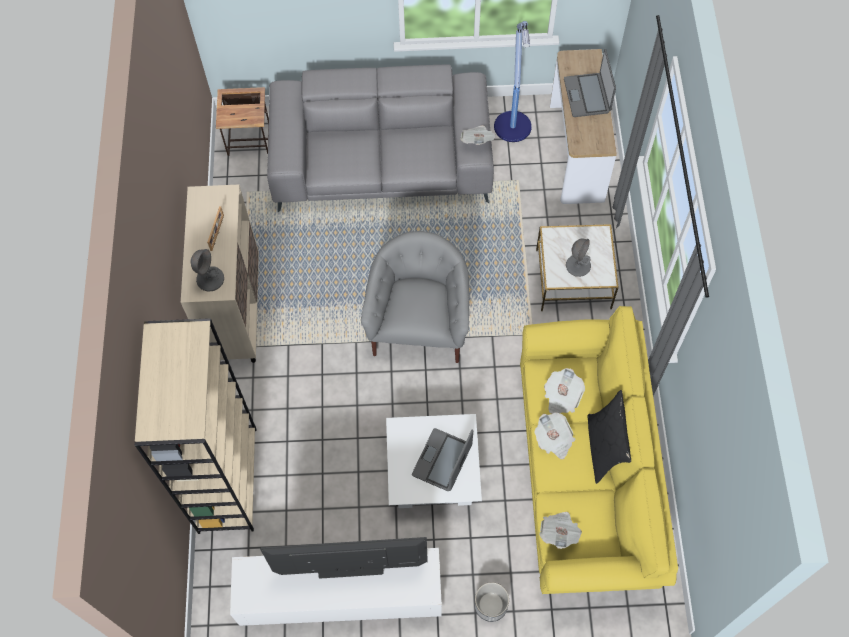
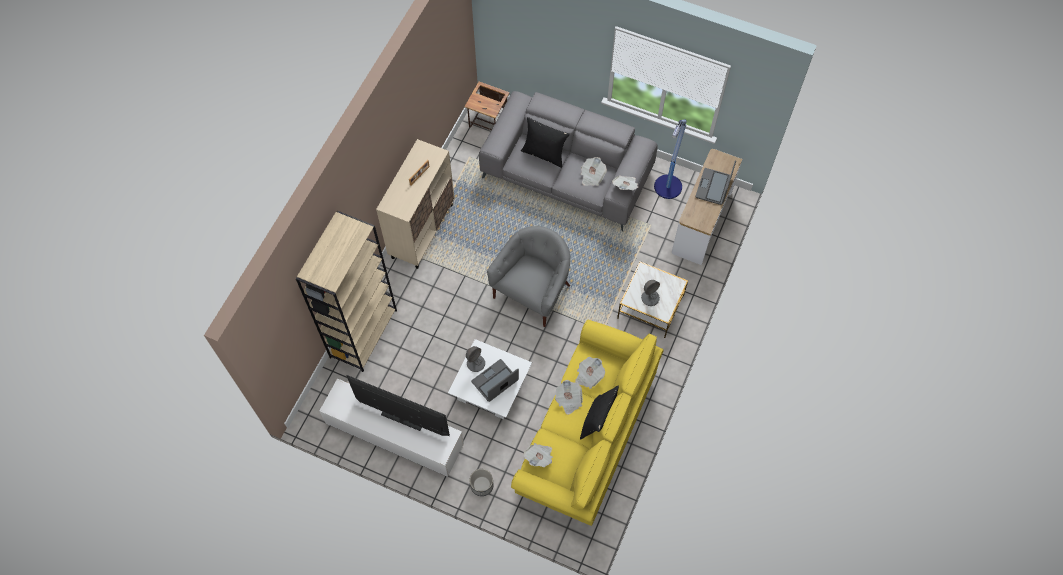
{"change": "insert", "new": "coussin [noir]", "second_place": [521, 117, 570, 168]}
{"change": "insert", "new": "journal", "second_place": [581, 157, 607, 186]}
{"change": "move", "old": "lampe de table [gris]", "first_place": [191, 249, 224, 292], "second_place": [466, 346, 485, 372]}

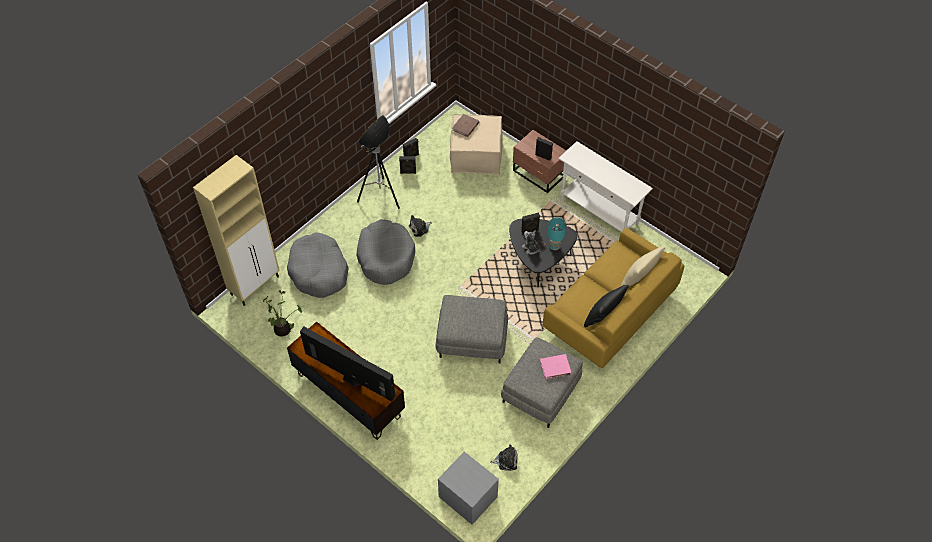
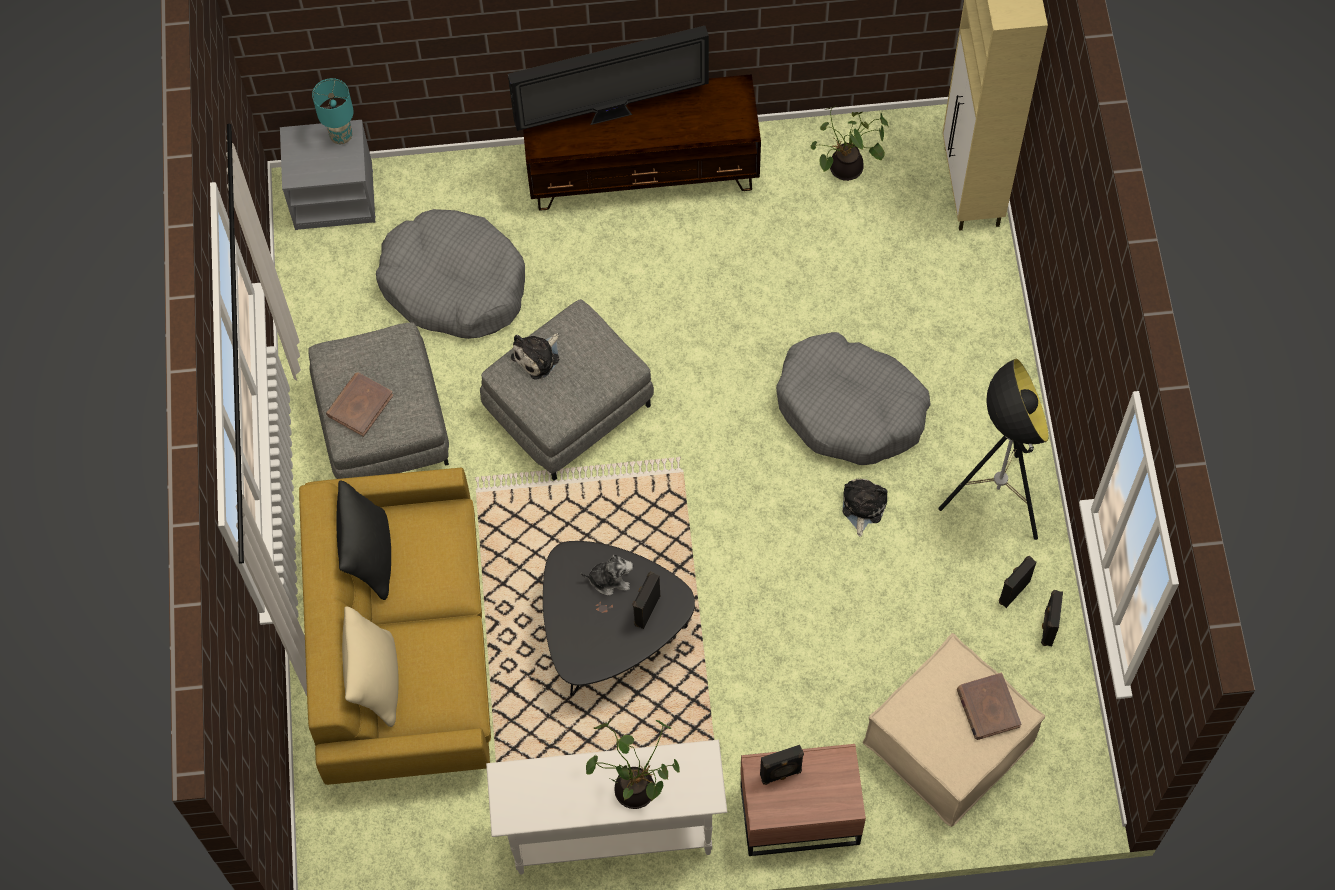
{"change": "insert", "new": "plante en pot", "second_place": [586, 719, 680, 809]}
{"change": "move", "old": "panier pour chien [gris]", "first_place": [287, 232, 349, 298], "second_place": [376, 209, 525, 339]}
{"change": "move", "old": "peluche", "first_place": [490, 445, 518, 471], "second_place": [511, 333, 559, 380]}
{"change": "move", "old": "lampe de table [turquoise]", "first_place": [548, 218, 566, 250], "second_place": [312, 78, 354, 144]}
{"change": "recolor", "old": "livre [rose]", "new": "livre [marron]", "first_place": [540, 354, 571, 379], "second_place": [326, 373, 393, 437]}

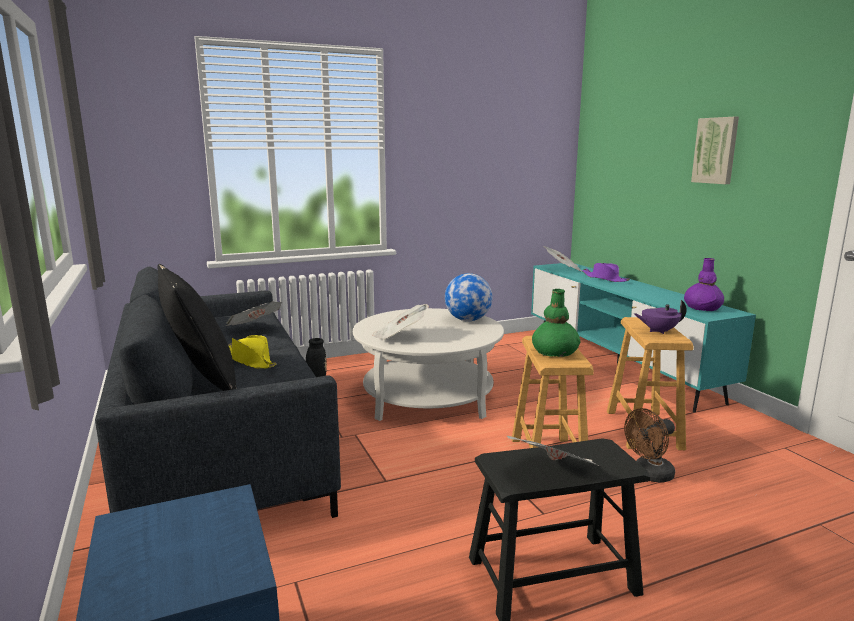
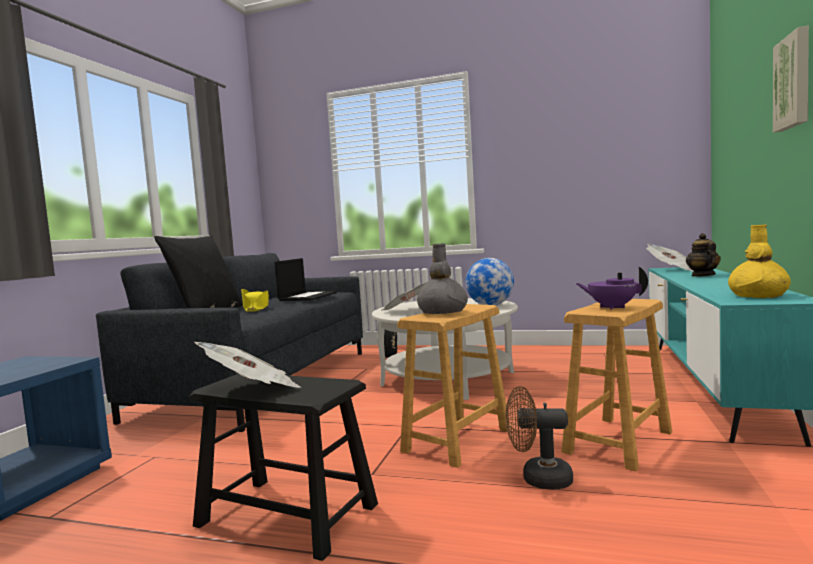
{"change": "replace", "old": "journal", "new": "ordinateur portable", "first_place": [226, 302, 282, 326], "second_place": [274, 258, 337, 301]}
{"change": "replace", "old": "chapeau [violet]", "new": "théière", "first_place": [582, 263, 630, 282], "second_place": [686, 233, 721, 277]}
{"change": "recolor", "old": "vase [vert]", "new": "vase [gris]", "first_place": [532, 289, 581, 357], "second_place": [417, 243, 468, 314]}
{"change": "recolor", "old": "vase [violet]", "new": "vase [jaune]", "first_place": [684, 258, 724, 311], "second_place": [728, 224, 791, 298]}

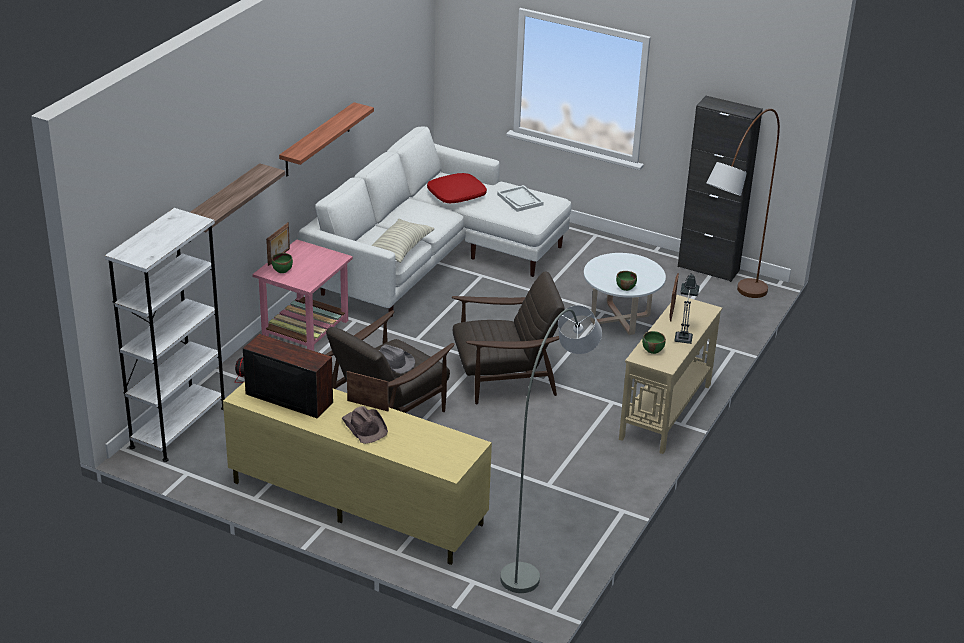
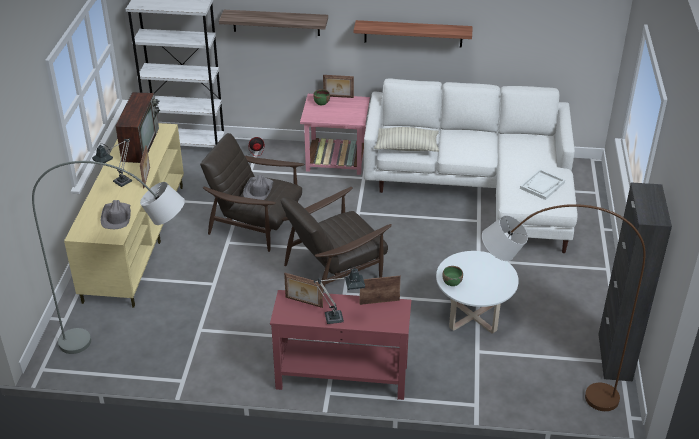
{"change": "delete", "old": "coussin [rouge]", "first_place": [427, 173, 487, 203]}
{"change": "insert", "new": "chapeau [gris]", "second_place": [100, 200, 131, 229]}
{"change": "replace", "old": "chapeau [marron]", "new": "lampe de table", "first_place": [342, 406, 388, 444], "second_place": [92, 138, 132, 187]}
{"change": "replace", "old": "bol [vert]", "new": "cadre photo", "first_place": [642, 331, 666, 354], "second_place": [284, 273, 323, 308]}
{"change": "recolor", "old": "table console [beige]", "new": "table console [rouge]", "first_place": [619, 295, 722, 454], "second_place": [270, 290, 411, 400]}
{"change": "rotate", "old": "fauteuil [marron]", "first_place": [452, 272, 565, 404], "second_place": [281, 187, 392, 292], "degrees": 90}

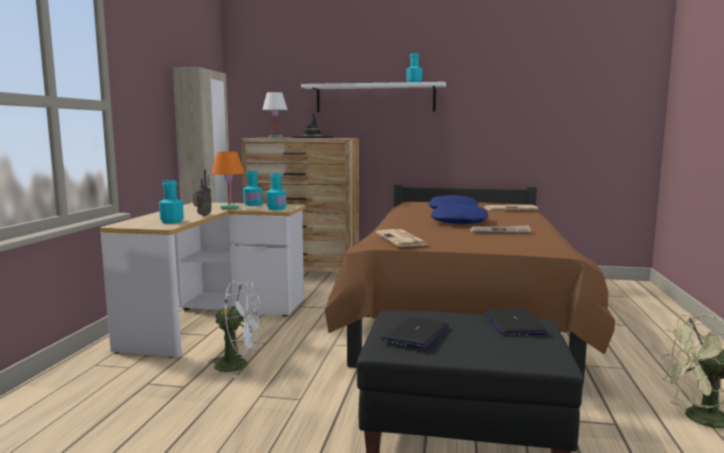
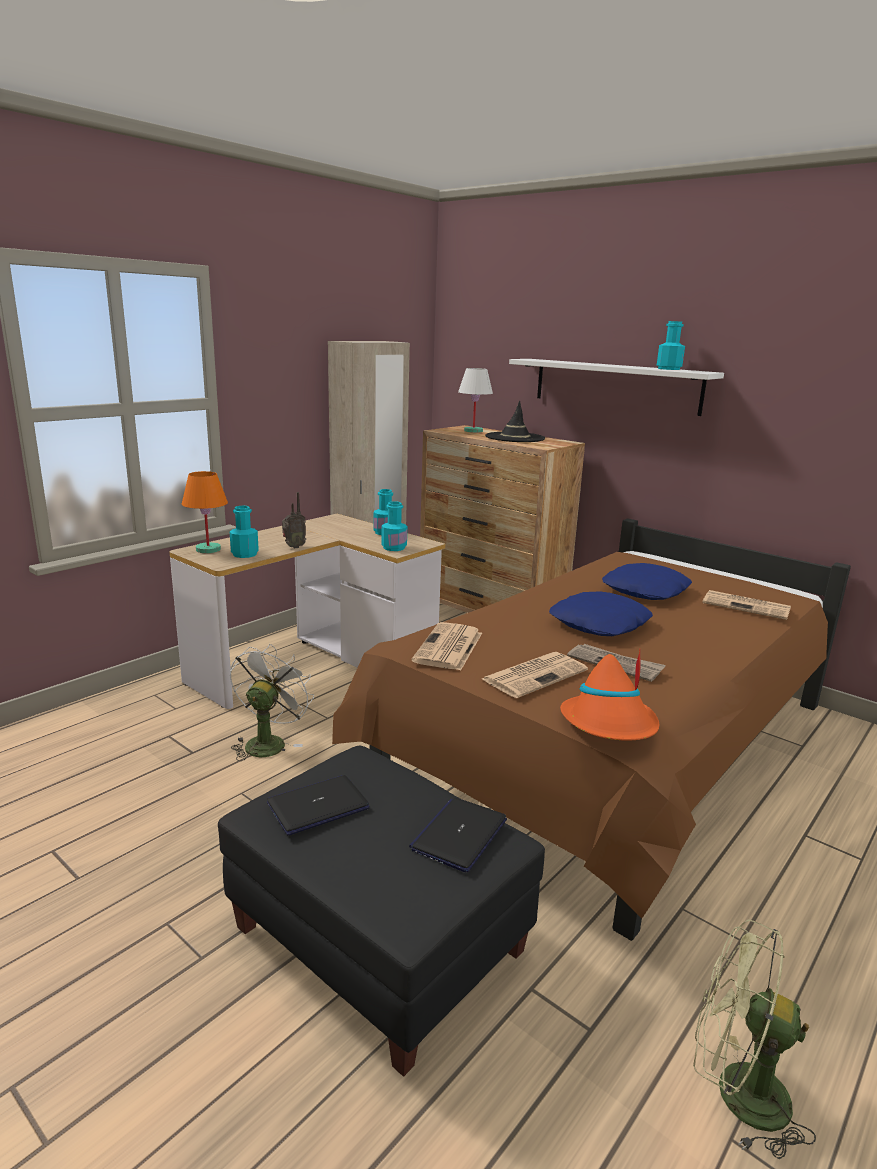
{"change": "insert", "new": "journal", "second_place": [482, 652, 588, 698]}
{"change": "insert", "new": "chapeau [orange]", "second_place": [560, 649, 659, 741]}
{"change": "move", "old": "lampe de table [orange]", "first_place": [212, 152, 244, 210], "second_place": [182, 471, 228, 553]}
{"change": "rotate", "old": "ventilateur [blanc]", "first_place": [208, 280, 264, 378], "second_place": [230, 644, 314, 761], "degrees": -105}

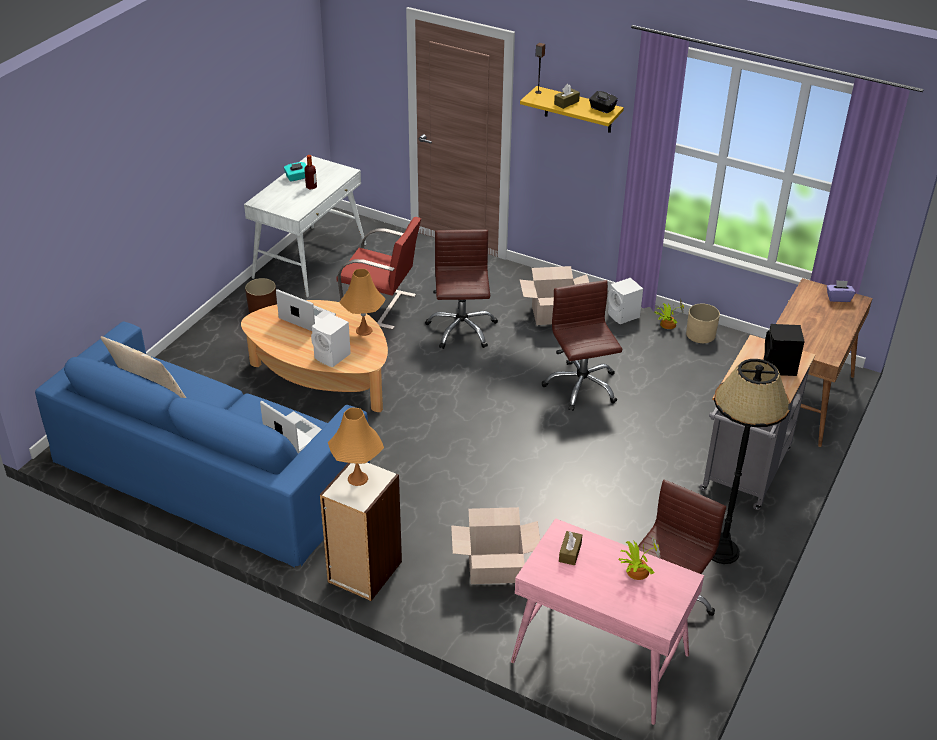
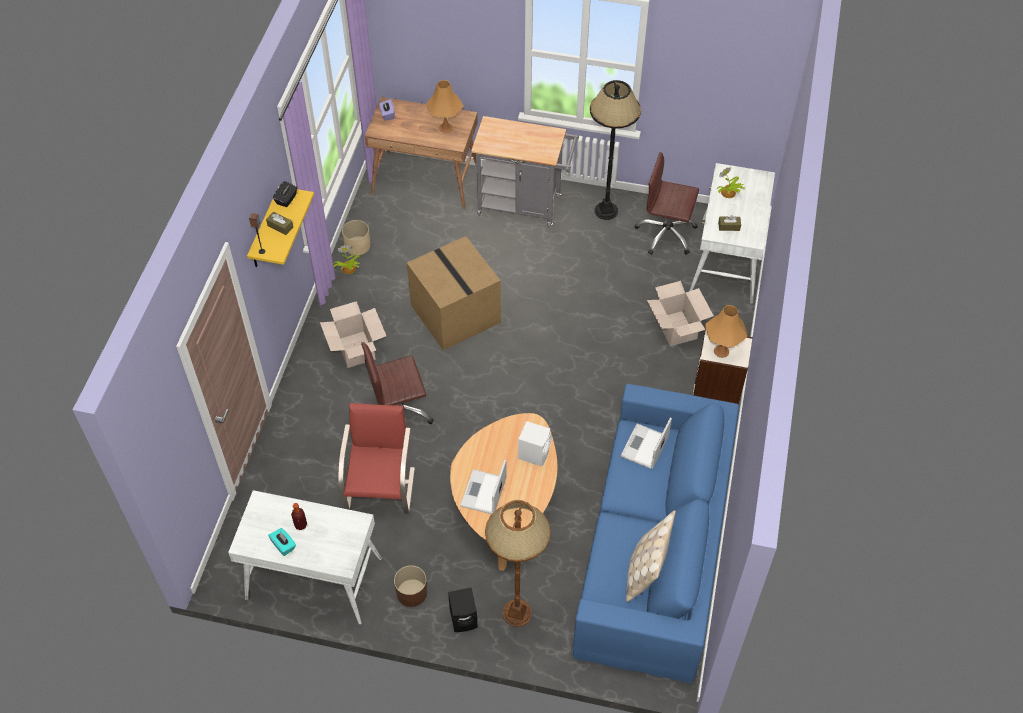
{"change": "delete", "old": "enceinte [blanc]", "first_place": [608, 278, 643, 324]}
{"change": "insert", "new": "lampadaire [marron]", "second_place": [485, 500, 551, 627]}
{"change": "move", "old": "lampe de table [orange]", "first_place": [339, 269, 385, 336], "second_place": [426, 80, 463, 133]}
{"change": "move", "old": "enceinte [noir]", "first_place": [763, 324, 805, 376], "second_place": [448, 587, 478, 632]}
{"change": "replace", "old": "chaise de bureau [marron]", "new": "carton", "first_place": [542, 280, 622, 411], "second_place": [407, 236, 501, 350]}
{"change": "recolor", "old": "bureau [rose]", "new": "bureau [blanc]", "first_place": [511, 518, 704, 725], "second_place": [690, 163, 775, 304]}

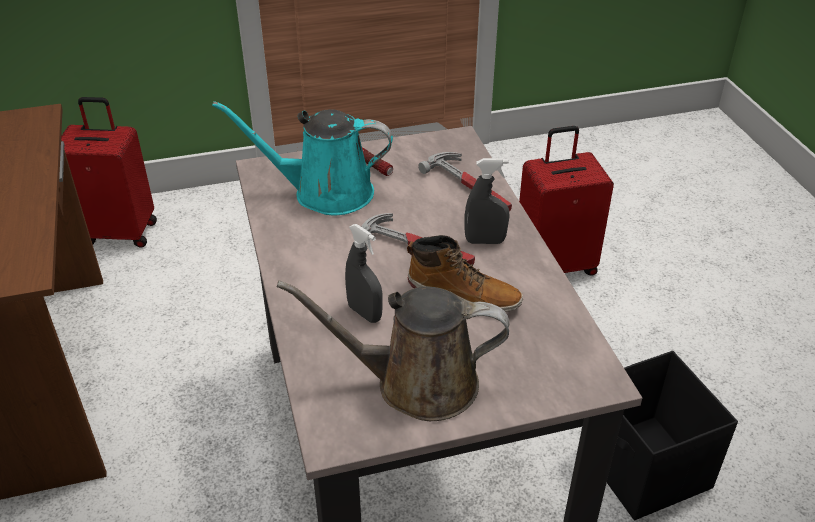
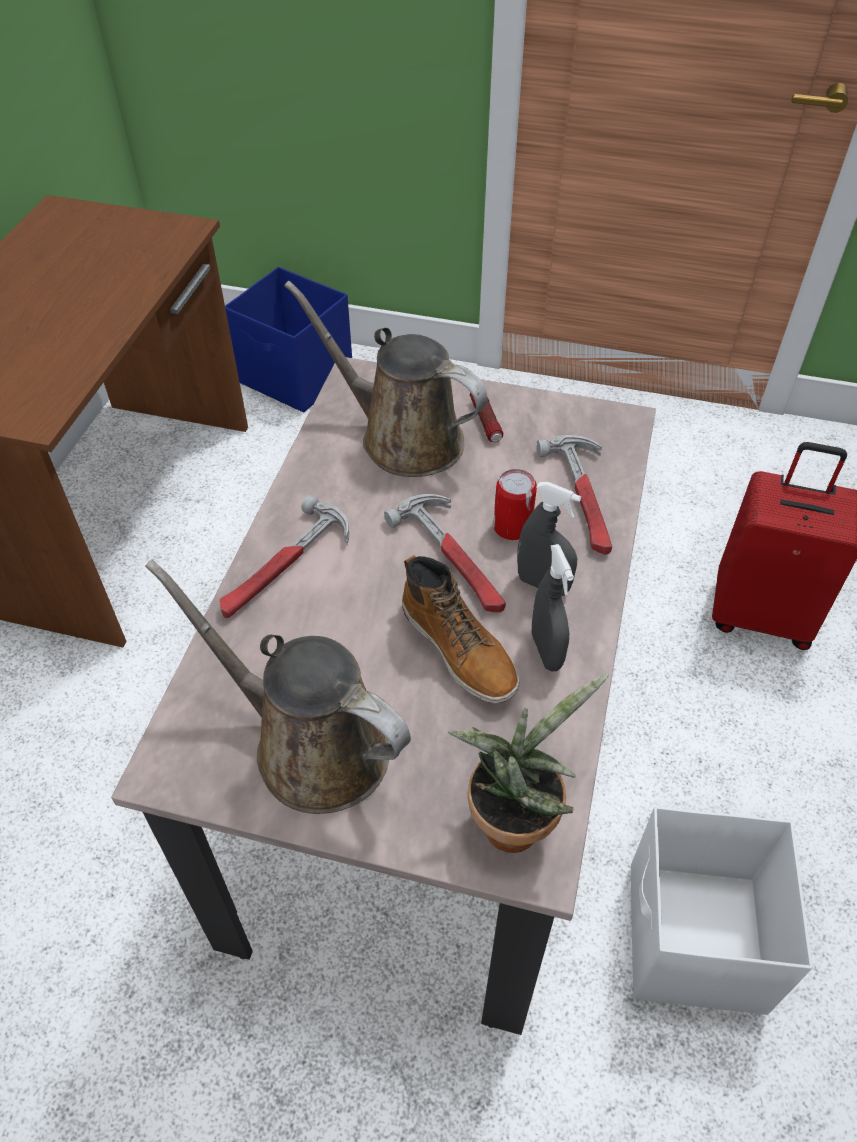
{"change": "insert", "new": "marteau", "second_place": [219, 495, 349, 618]}
{"change": "insert", "new": "plante en pot", "second_place": [448, 674, 609, 853]}
{"change": "insert", "new": "boîte métallique", "second_place": [493, 469, 537, 540]}
{"change": "move", "old": "vaporisateur [gris]", "first_place": [345, 224, 383, 323], "second_place": [532, 544, 574, 671]}
{"change": "replace", "old": "valise [rouge]", "new": "boîte de rangement [bleu]", "first_place": [61, 97, 157, 248], "second_place": [225, 267, 352, 413]}
{"change": "recolor", "old": "arrosoir [turquoise]", "new": "arrosoir [marron]", "first_place": [212, 101, 393, 216], "second_place": [284, 281, 488, 477]}
{"change": "recolor", "old": "boîte de rangement [noir]", "new": "boîte de rangement [blanc]", "first_place": [607, 351, 738, 520], "second_place": [631, 806, 813, 1015]}

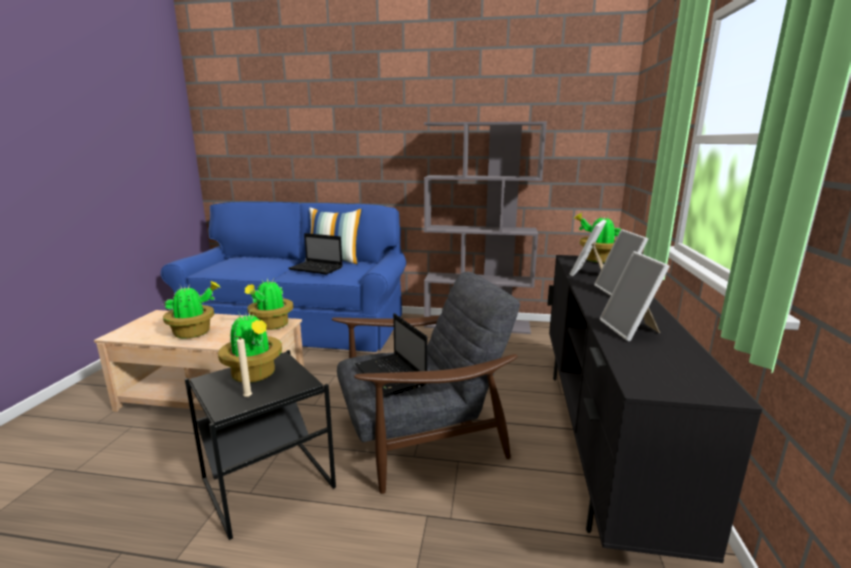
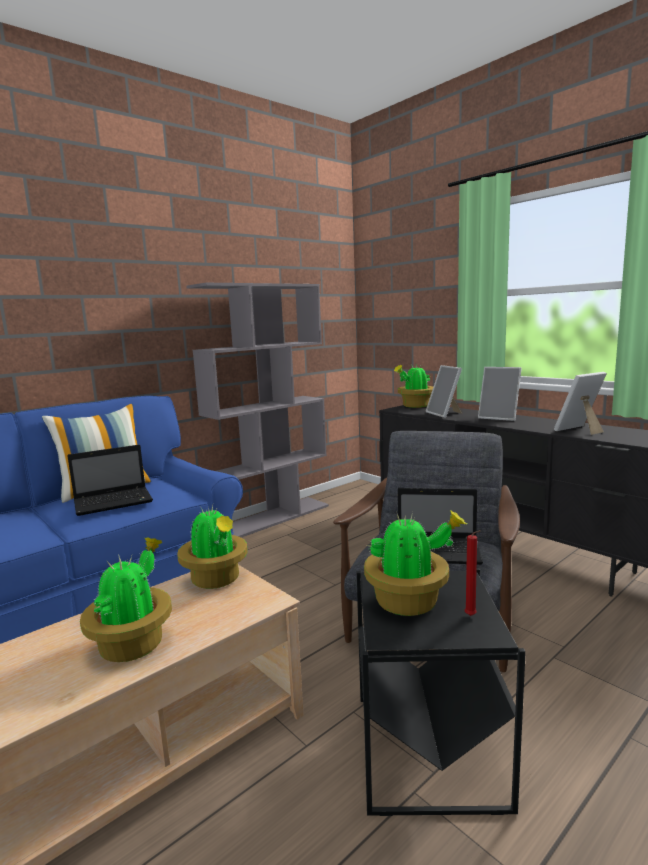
{"change": "recolor", "old": "bougie [beige]", "new": "bougie [rouge]", "first_place": [235, 336, 252, 397], "second_place": [465, 530, 481, 616]}
{"change": "rotate", "old": "cadre photo", "first_place": [600, 251, 670, 341], "second_place": [554, 372, 607, 435], "degrees": 120}

